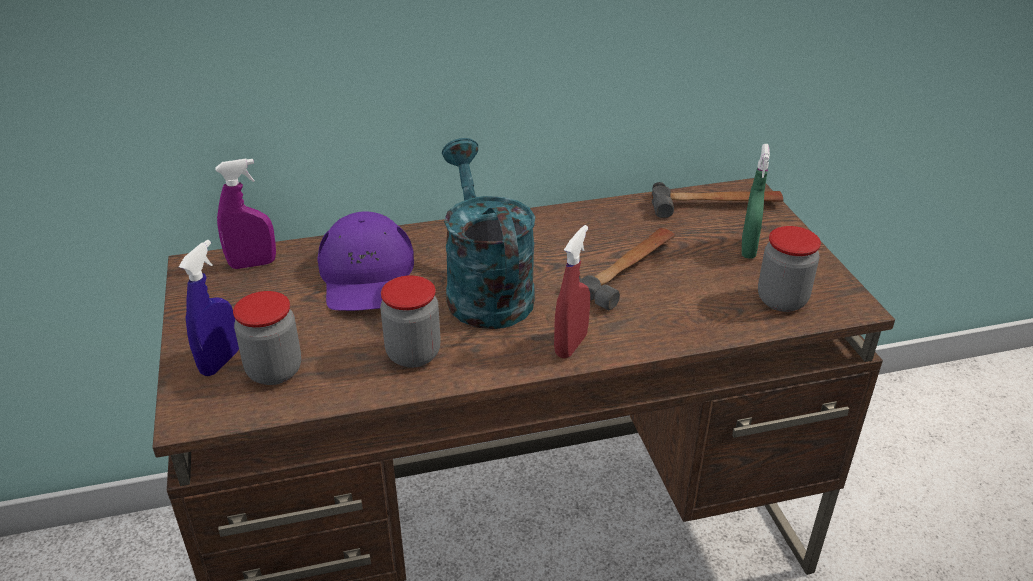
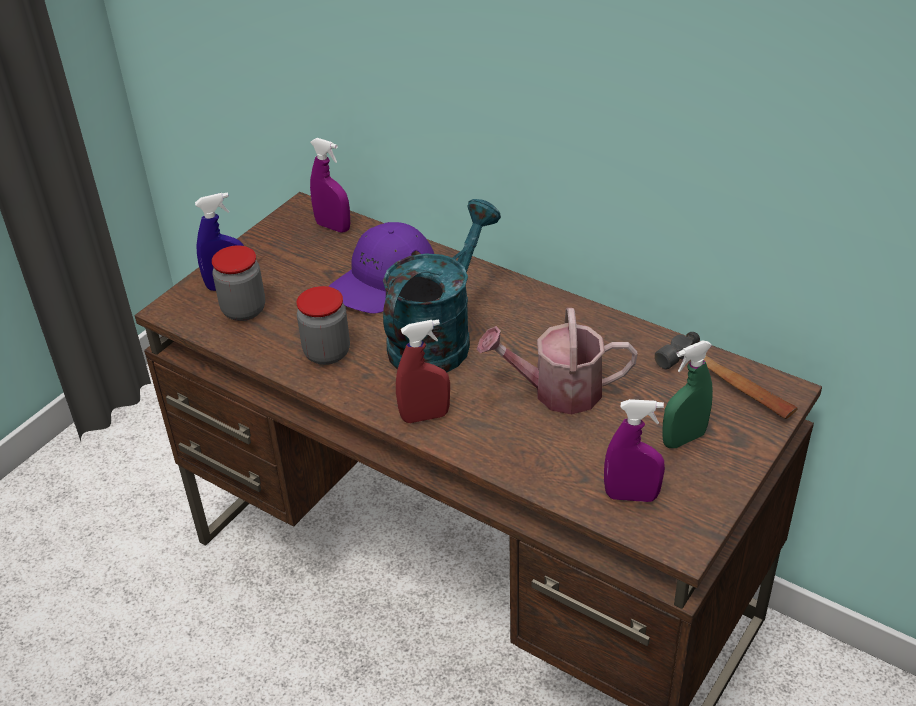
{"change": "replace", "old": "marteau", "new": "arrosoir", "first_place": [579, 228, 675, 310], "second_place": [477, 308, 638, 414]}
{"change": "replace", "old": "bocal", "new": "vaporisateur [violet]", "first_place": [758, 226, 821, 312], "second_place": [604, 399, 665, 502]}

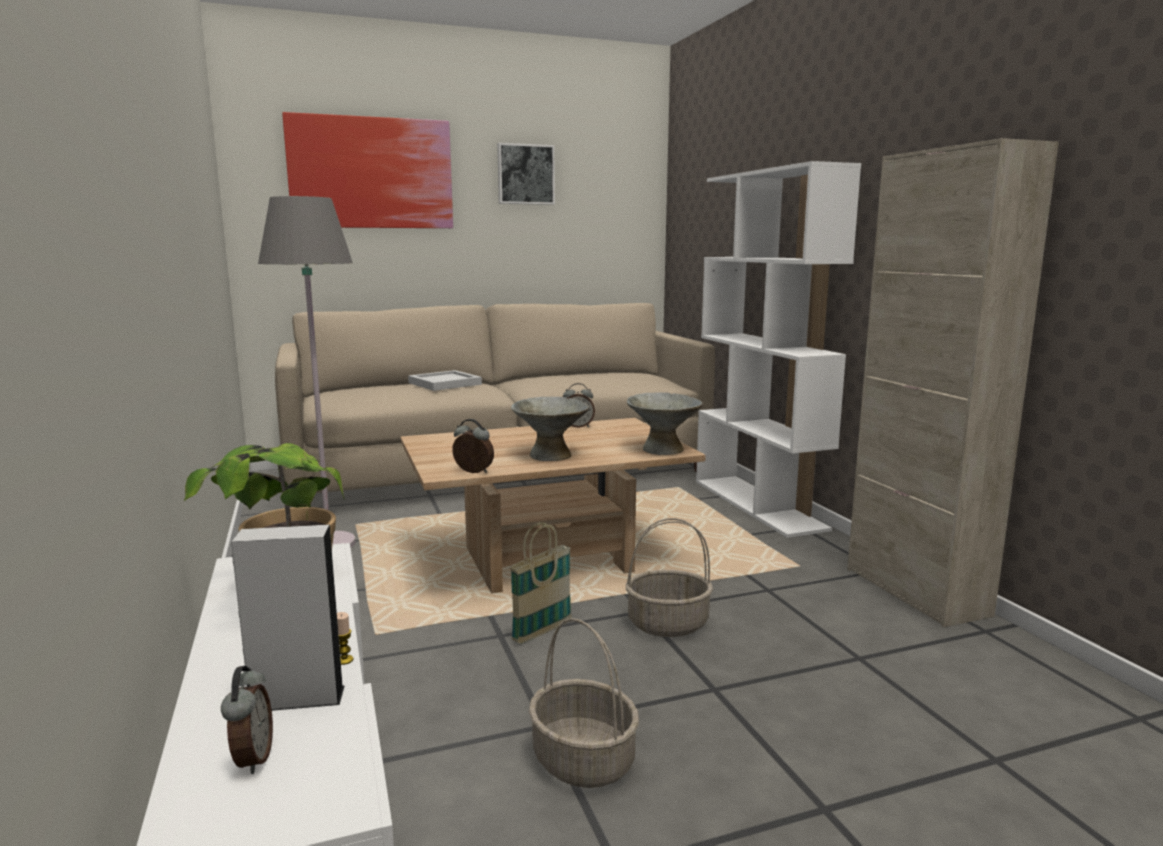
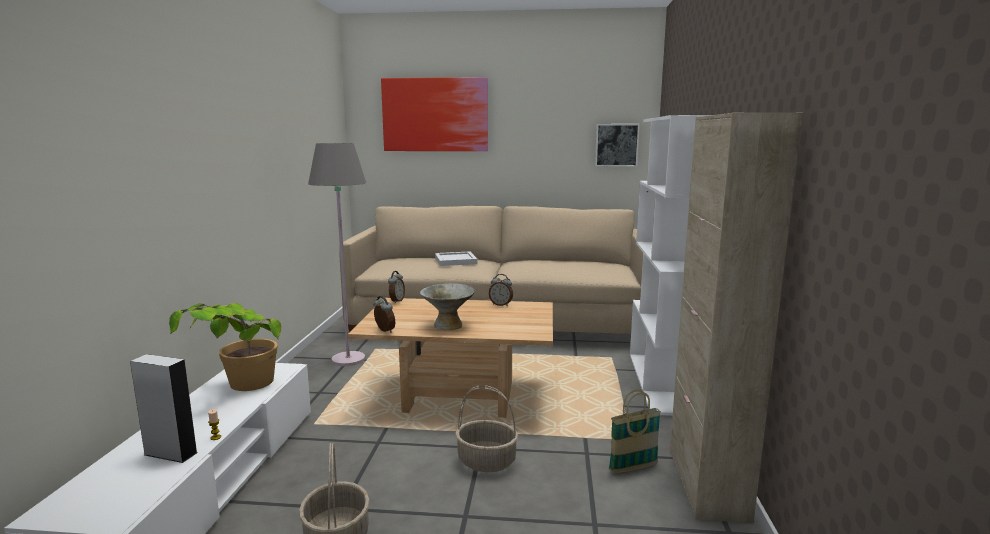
{"change": "delete", "old": "bol [gris]", "first_place": [627, 392, 703, 455]}
{"change": "move", "old": "réveil", "first_place": [221, 666, 273, 774], "second_place": [388, 271, 405, 304]}
{"change": "move", "old": "tableau", "first_place": [497, 143, 555, 205], "second_place": [595, 124, 640, 167]}
{"change": "move", "old": "panier", "first_place": [510, 522, 572, 644], "second_place": [609, 390, 661, 474]}

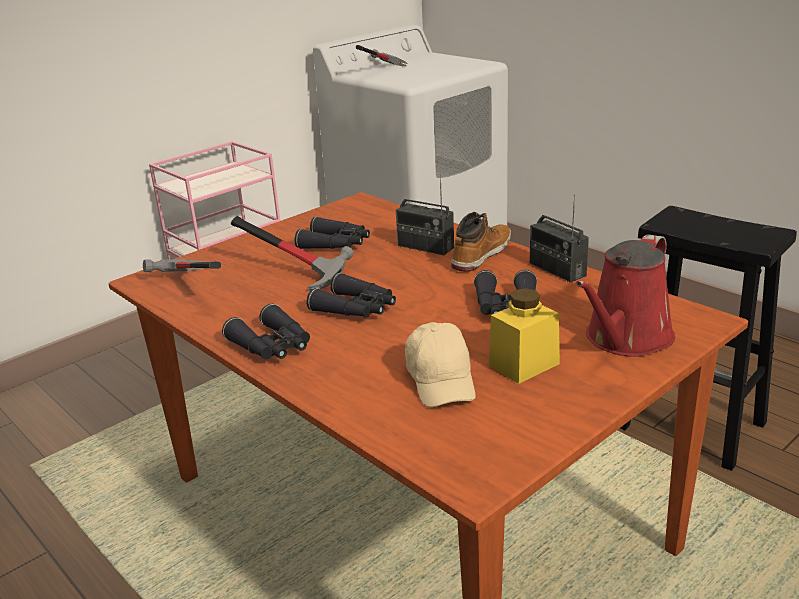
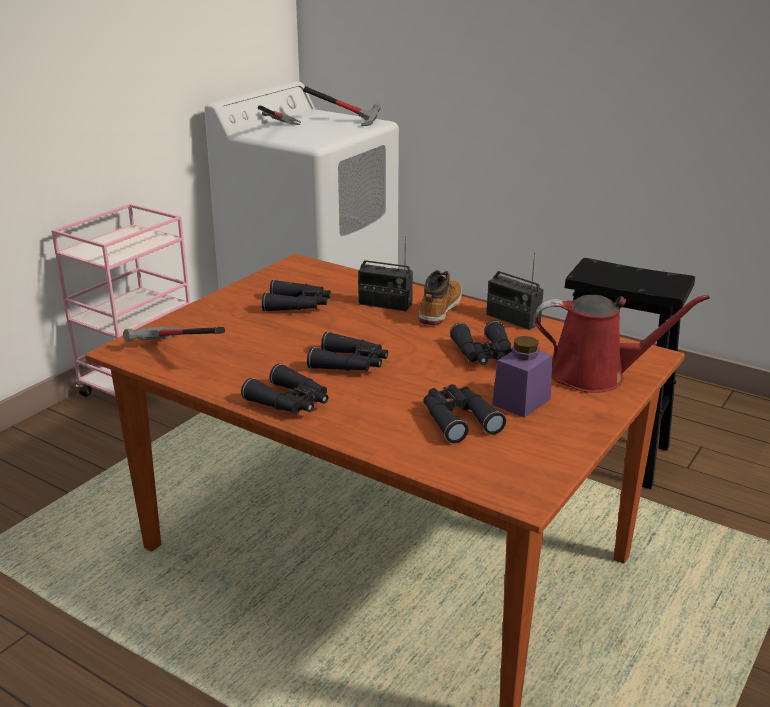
{"change": "move", "old": "marteau", "first_place": [231, 216, 354, 291], "second_place": [303, 86, 381, 126]}
{"change": "replace", "old": "casquette [beige]", "new": "jumelles [noir]", "first_place": [405, 322, 476, 407], "second_place": [423, 384, 506, 443]}
{"change": "recolor", "old": "bocal [jaune]", "new": "bocal [violet]", "first_place": [488, 288, 560, 384], "second_place": [492, 336, 552, 418]}
{"change": "rotate", "old": "arrosoir [rouge]", "first_place": [576, 234, 675, 357], "second_place": [535, 294, 710, 393], "degrees": -105}

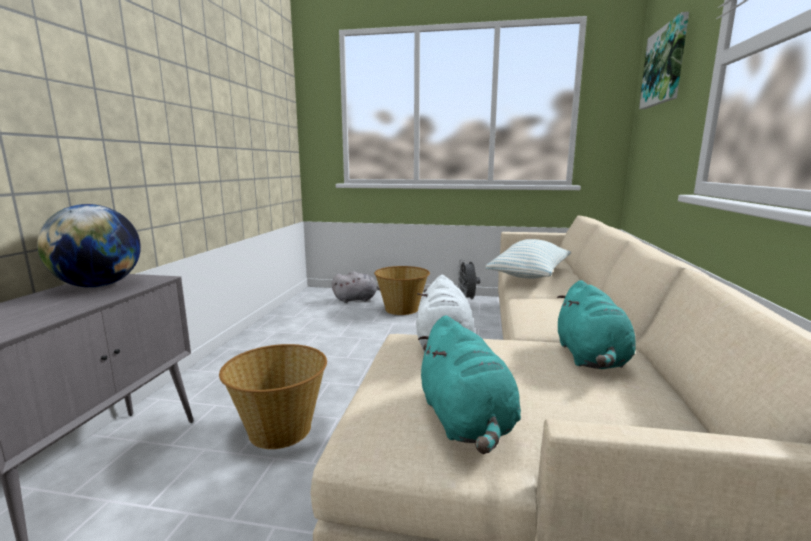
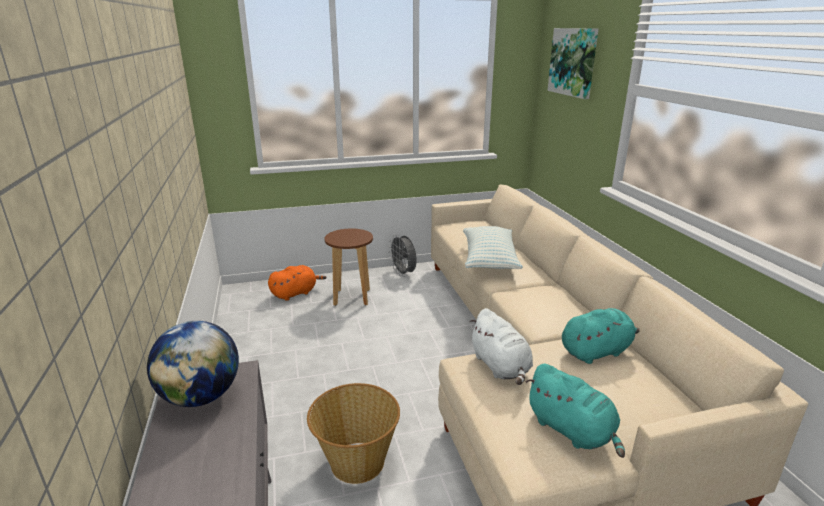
{"change": "replace", "old": "panier", "new": "tabouret [marron]", "first_place": [374, 266, 430, 315], "second_place": [325, 228, 373, 306]}
{"change": "recolor", "old": "peluche [gris]", "new": "peluche [orange]", "first_place": [332, 271, 380, 303], "second_place": [268, 265, 326, 301]}
{"change": "rotate", "old": "peluche [turquoise]", "first_place": [557, 280, 636, 369], "second_place": [562, 308, 640, 364], "degrees": -90}

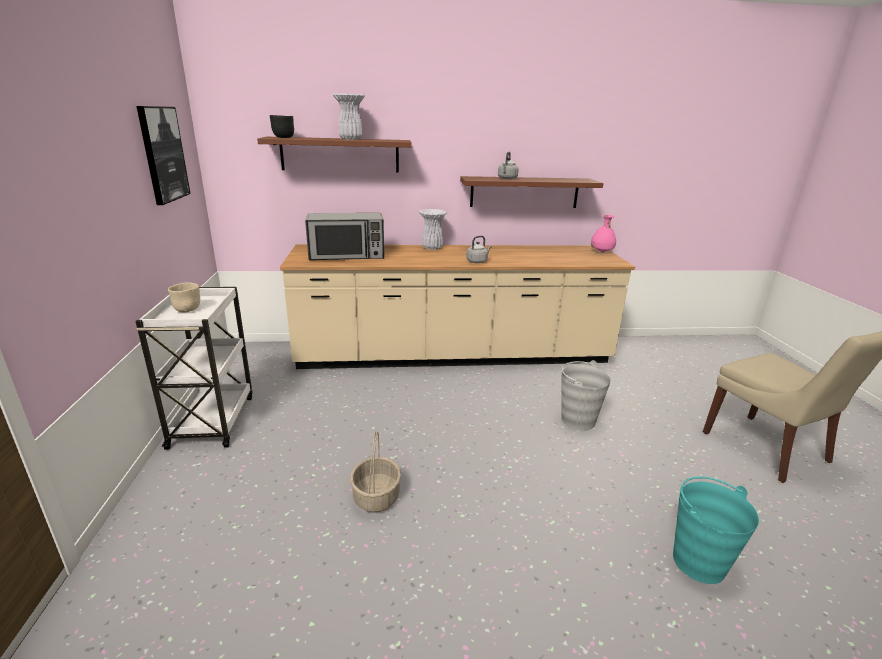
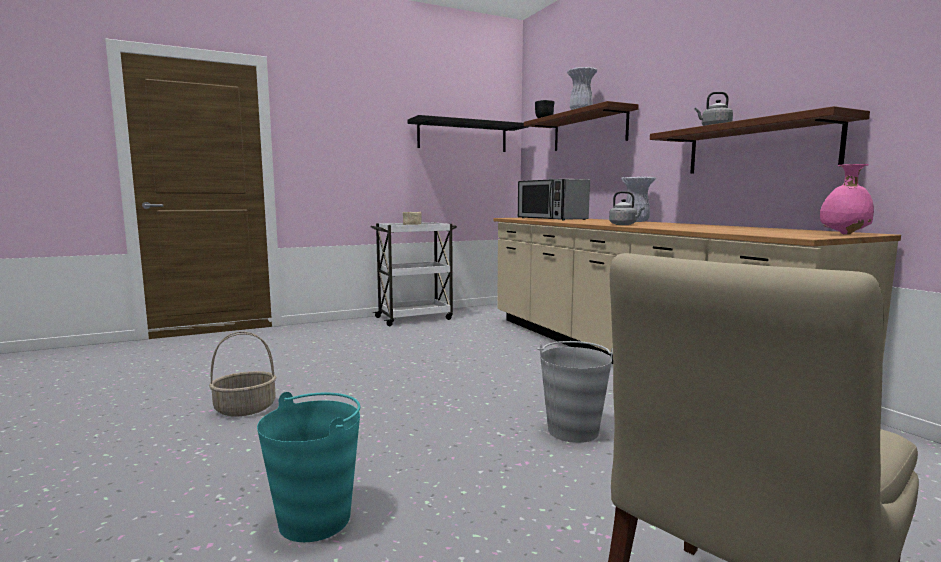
{"change": "move", "old": "panier", "first_place": [350, 431, 401, 513], "second_place": [209, 331, 277, 416]}
{"change": "replace", "old": "tableau", "new": "étagère [noir]", "first_place": [136, 106, 191, 205], "second_place": [408, 115, 528, 152]}

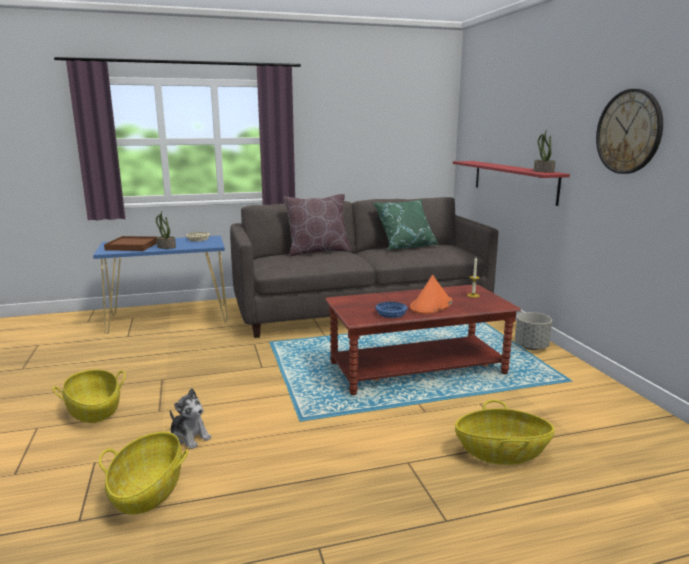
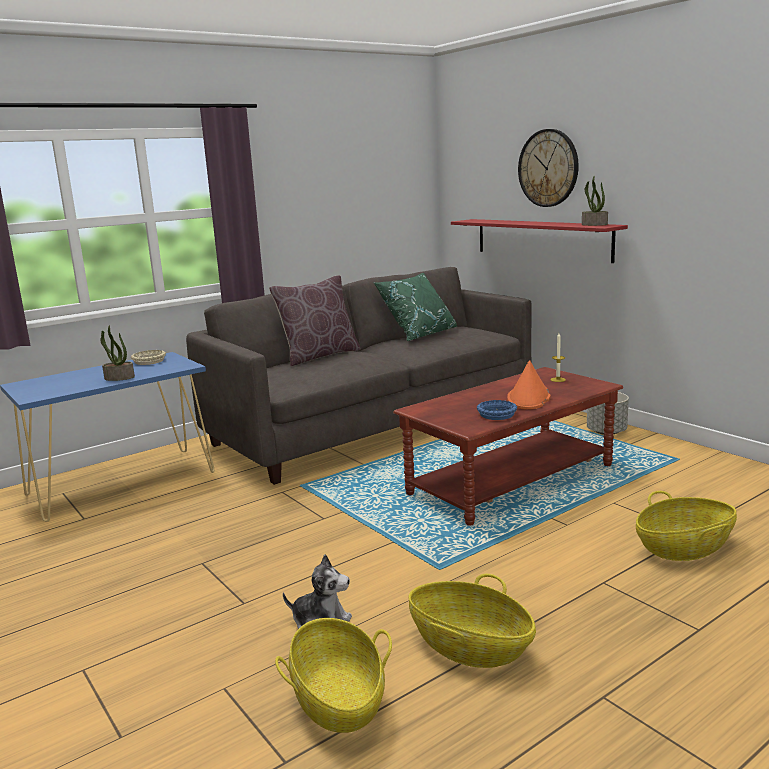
{"change": "delete", "old": "plateau [marron]", "first_place": [104, 236, 157, 251]}
{"change": "move", "old": "panier", "first_place": [52, 369, 126, 423], "second_place": [409, 574, 536, 668]}
{"change": "move", "old": "horloge murale", "first_place": [596, 89, 663, 174], "second_place": [518, 129, 579, 207]}

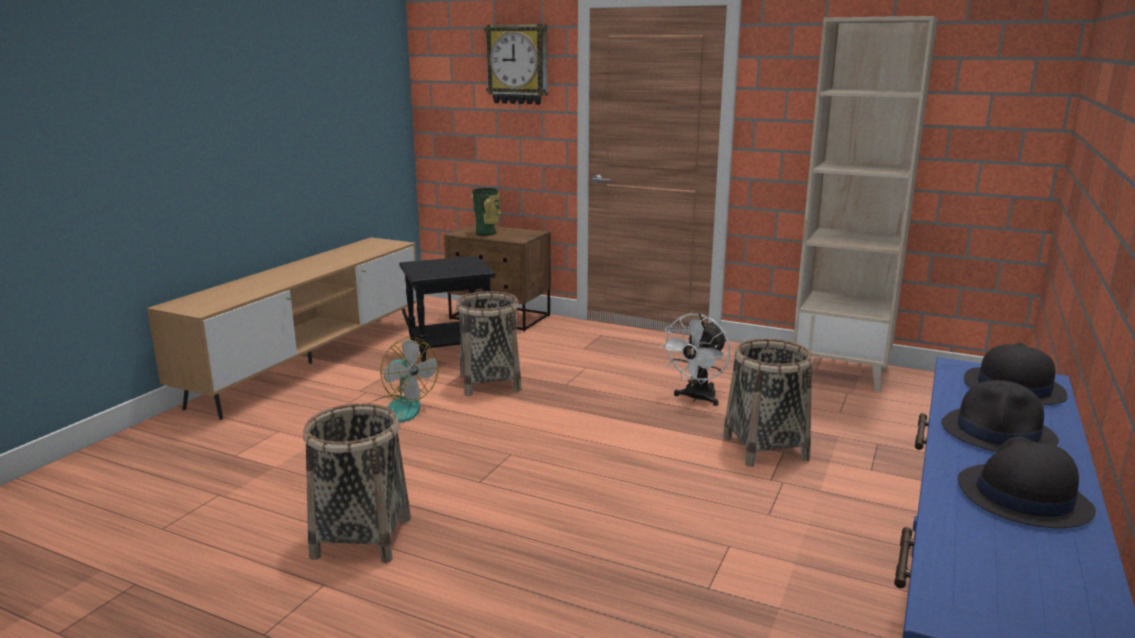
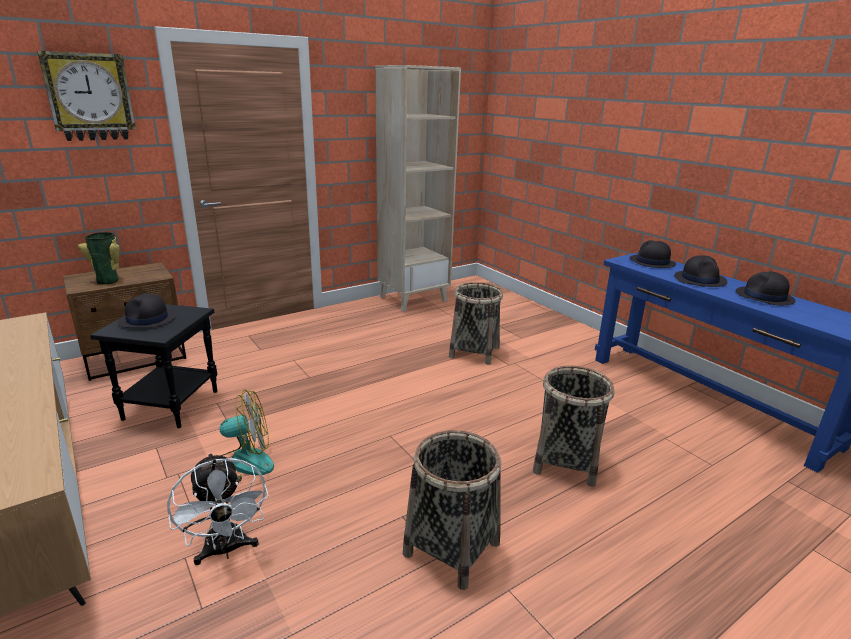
{"change": "insert", "new": "chapeau [noir]", "second_place": [118, 293, 176, 328]}
{"change": "move", "old": "panier", "first_place": [456, 291, 522, 396], "second_place": [533, 366, 615, 487]}
{"change": "move", "old": "ventilateur [blanc]", "first_place": [660, 313, 730, 406], "second_place": [167, 453, 269, 565]}

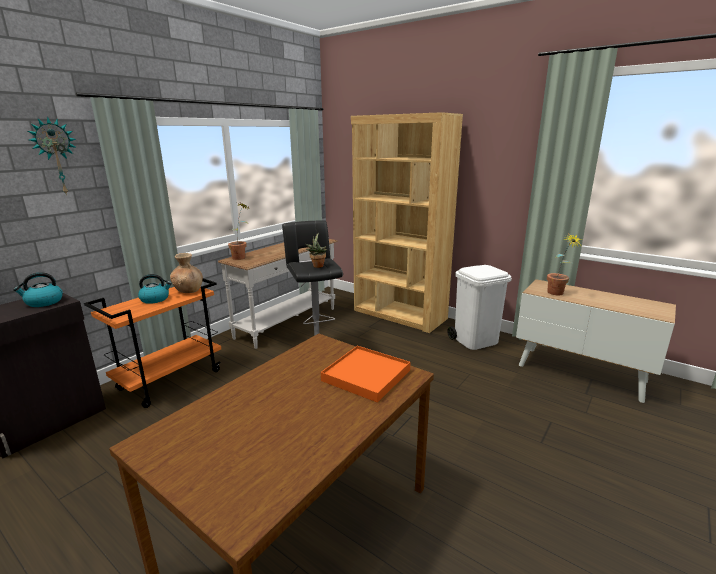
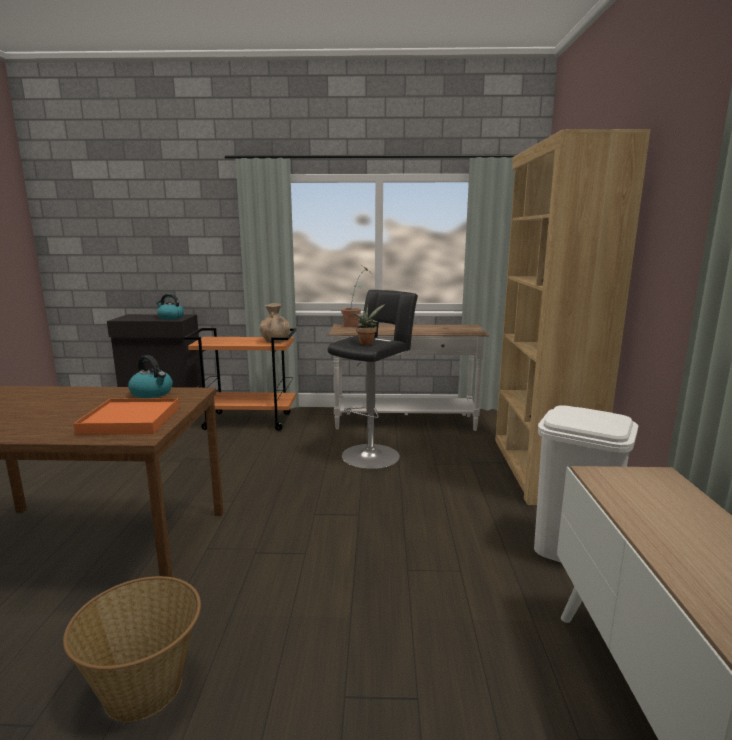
{"change": "delete", "old": "horloge murale", "first_place": [28, 117, 76, 196]}
{"change": "delete", "old": "plante en pot", "first_place": [547, 233, 583, 295]}
{"change": "insert", "new": "panier", "second_place": [63, 576, 201, 722]}
{"change": "move", "old": "bouilloire", "first_place": [138, 274, 172, 304], "second_place": [128, 355, 173, 398]}

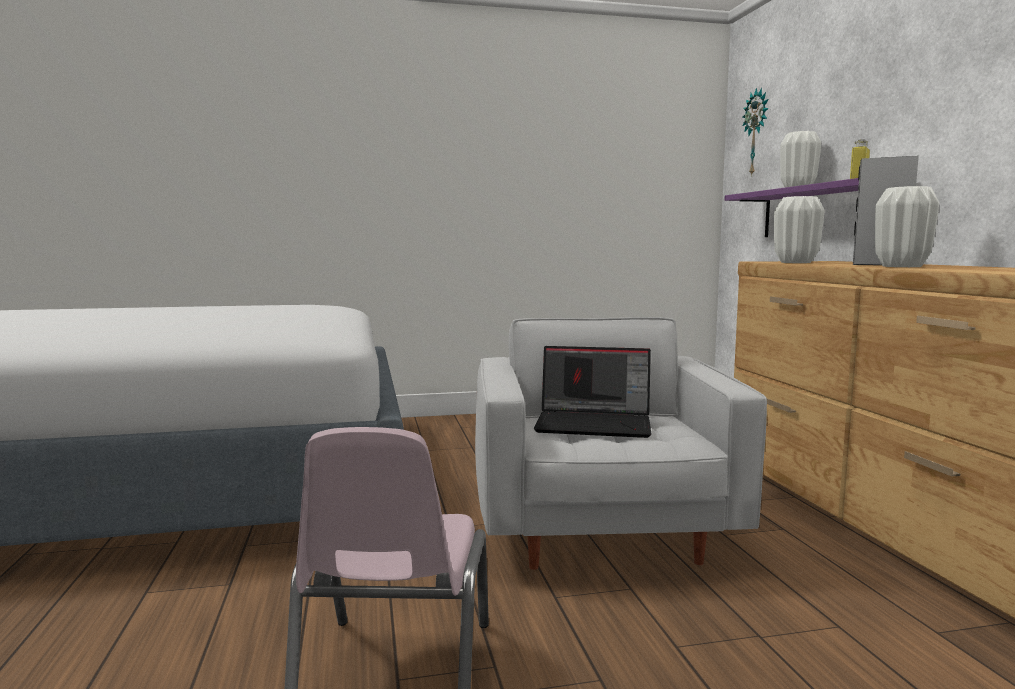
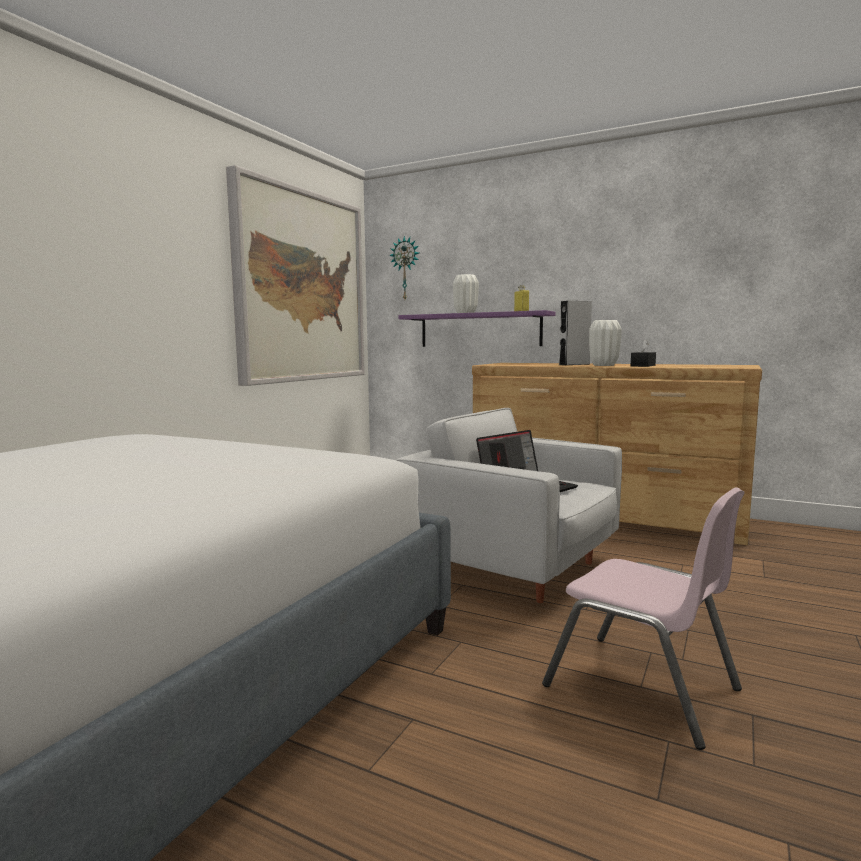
{"change": "delete", "old": "vase [blanc]", "first_place": [774, 196, 824, 263]}
{"change": "insert", "new": "tableau", "second_place": [226, 165, 365, 386]}
{"change": "insert", "new": "boîte à mouchoirs [noir]", "second_place": [631, 339, 656, 367]}

